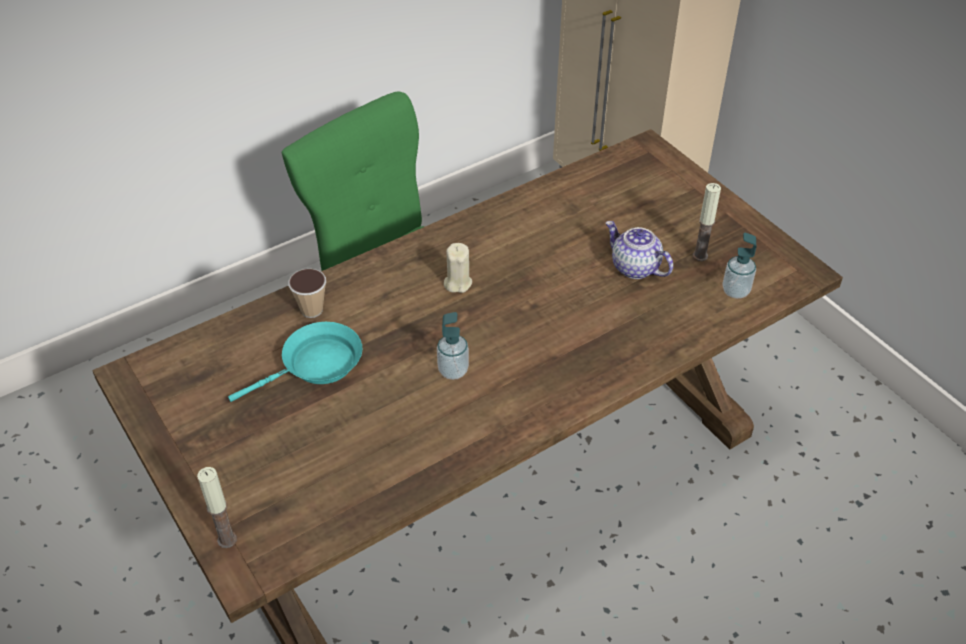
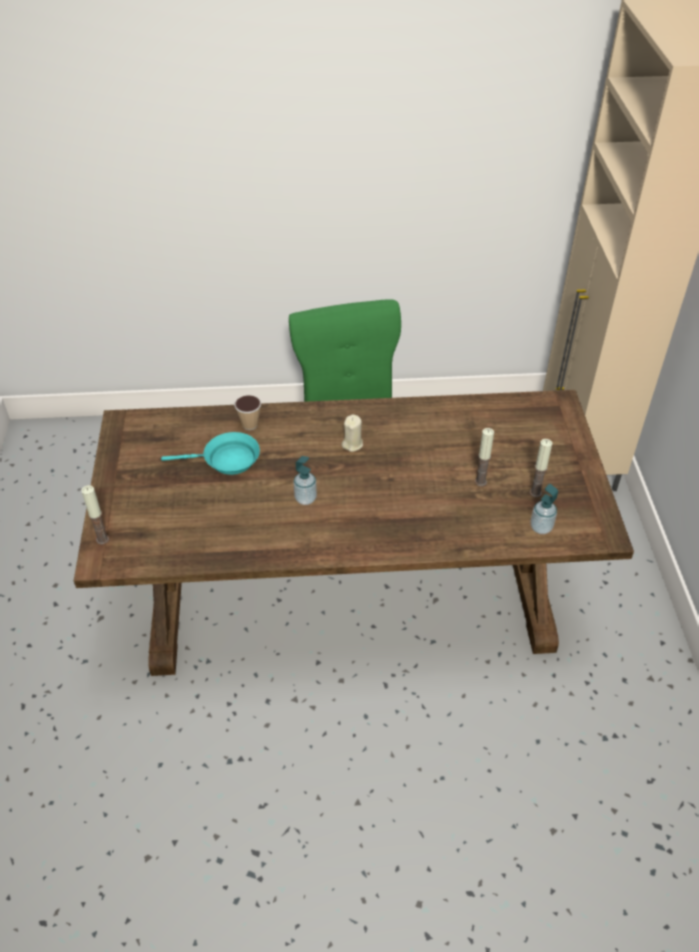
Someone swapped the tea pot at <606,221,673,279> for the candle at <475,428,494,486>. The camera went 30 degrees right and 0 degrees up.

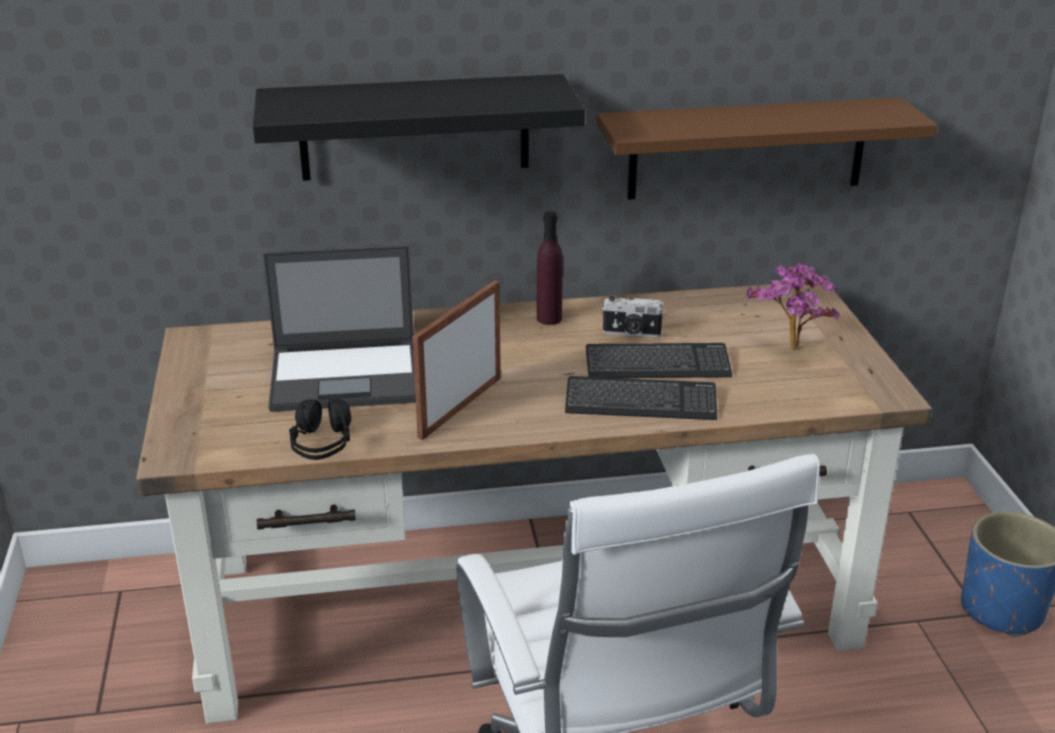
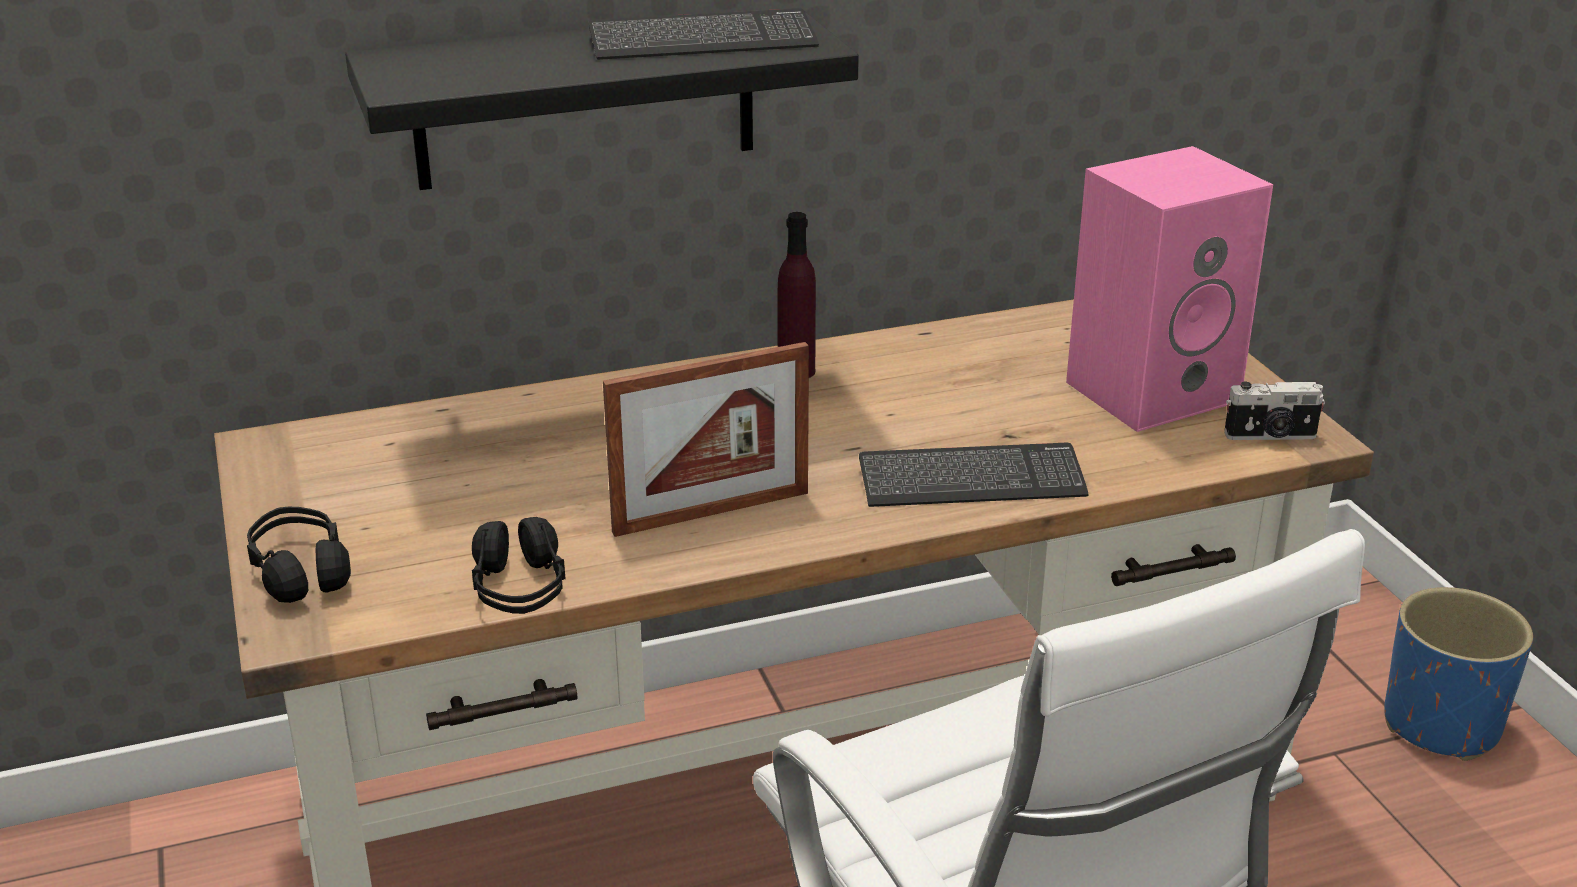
Someone took away the brown shelf at <597,98,938,200>. Someone took away the notebook computer at <263,245,416,412>. Someone swapped the houseplant at <746,263,839,350> for the pink-coloured speaker at <1066,146,1273,432>. Someone rotated the photo frame at <412,280,501,440> by 135 degrees counterclockwise. Someone carried the photo camera from <601,296,665,337> to <1224,381,1325,440>. Someone carried the keyboard from <586,343,732,378> to <588,8,819,60>. Someone put down the black pair of headphones at <247,507,351,603>. The camera went 10 degrees left and 0 degrees up.

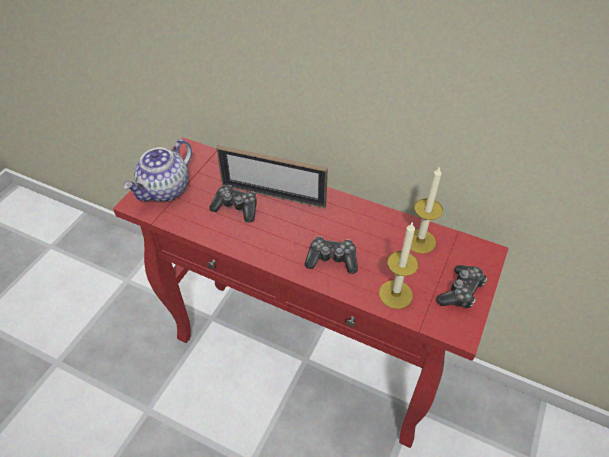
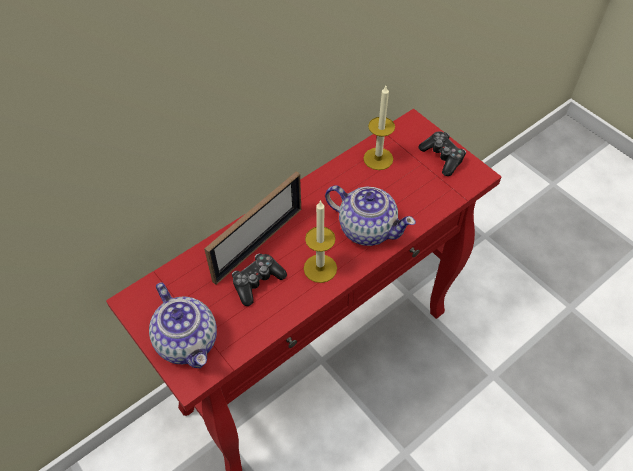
Someone carried the candle from <379,221,418,309> to <304,200,337,283>. Someone swapped the game controller at <305,236,358,274> for the tea pot at <325,185,416,246>. The camera went 65 degrees left and 5 degrees up.

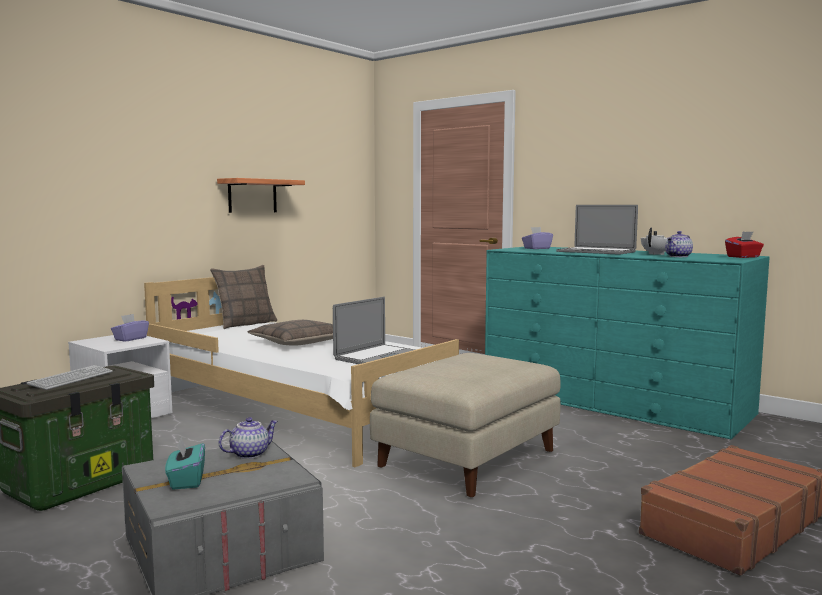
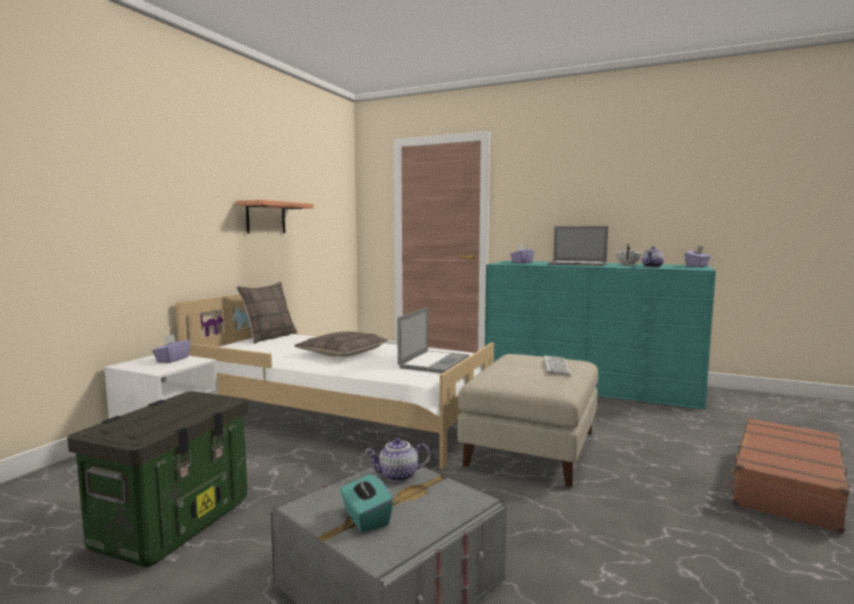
Someone repainted the red tissue box at <725,232,764,258>, which became the purple tissue box at <685,247,711,267>. Someone carried the keyboard from <27,365,113,390> to <544,356,571,376>. Someone rotated the tea pot at <219,417,278,459> by 135 degrees counterclockwise. The camera went 15 degrees left and 0 degrees up.

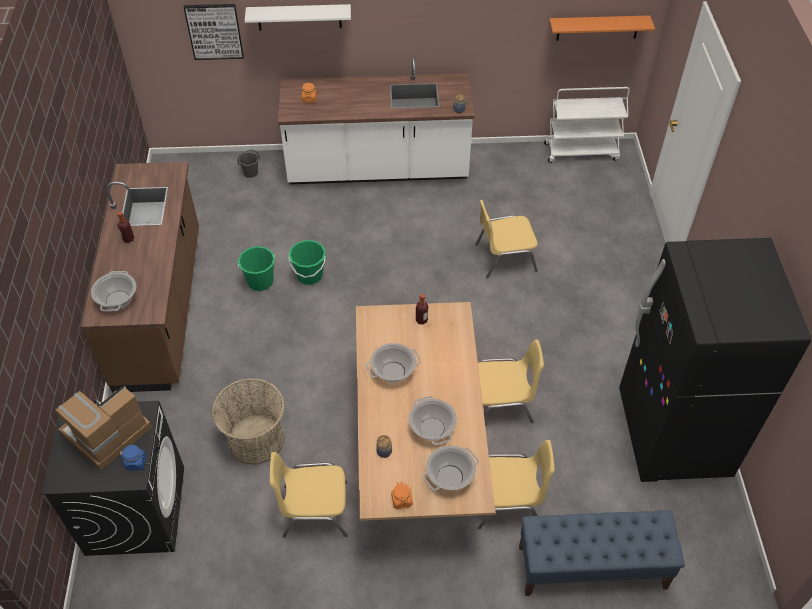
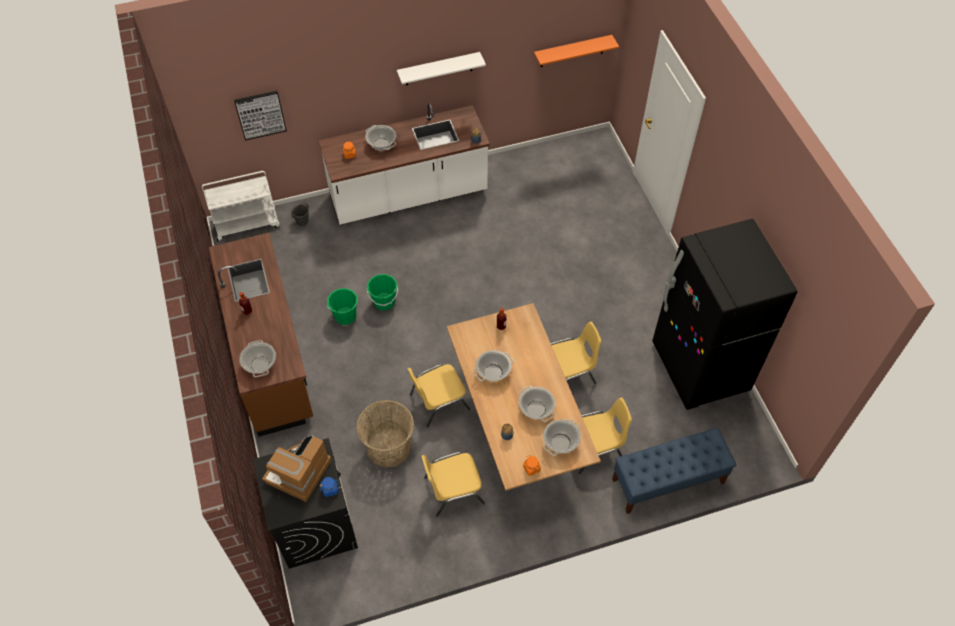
Someone carried the white shelf from <245,4,351,31> to <397,52,486,86>. Someone carried the white cart from <544,87,630,163> to <202,171,280,242>. Someone carried the yellow-coloured chair from <475,200,538,278> to <408,364,470,427>. Someone put down the saucepot at <365,125,396,151>. The camera went 15 degrees left and 5 degrees up.

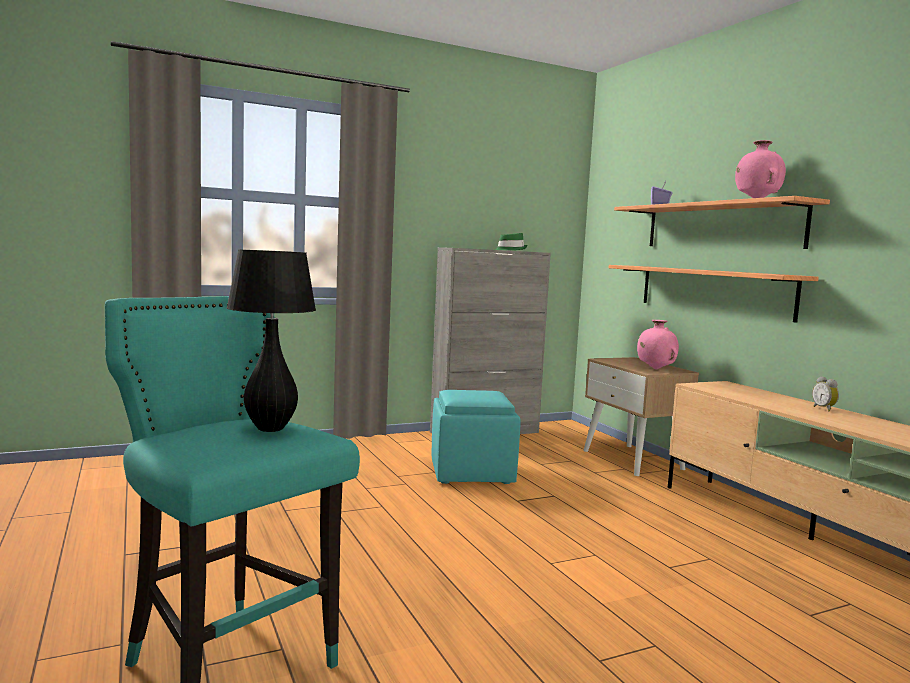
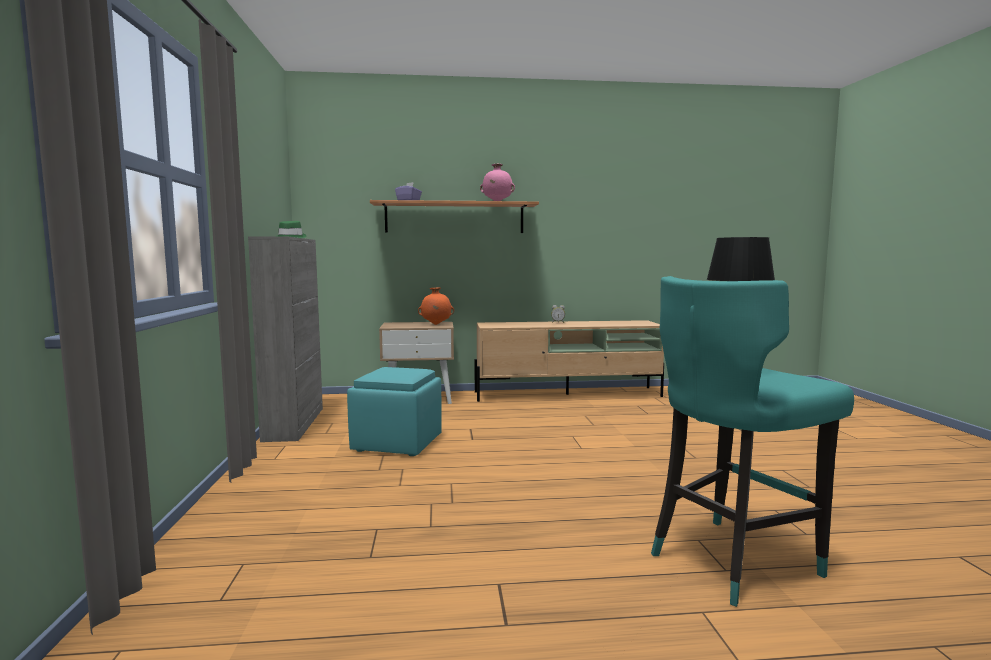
Someone took away the shelf at <609,265,819,323>. Someone repainted the pink-coloured flower vase at <637,320,679,370>, which became the orangey flower vase at <418,288,454,325>. The camera went 70 degrees left and 0 degrees up.

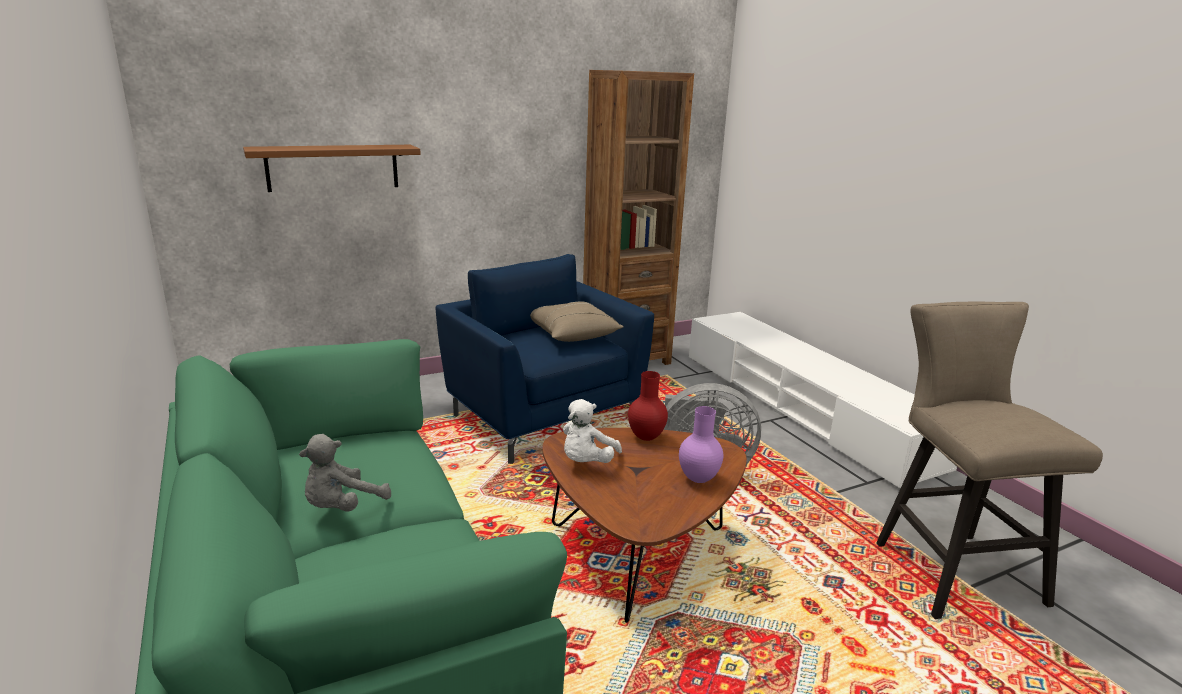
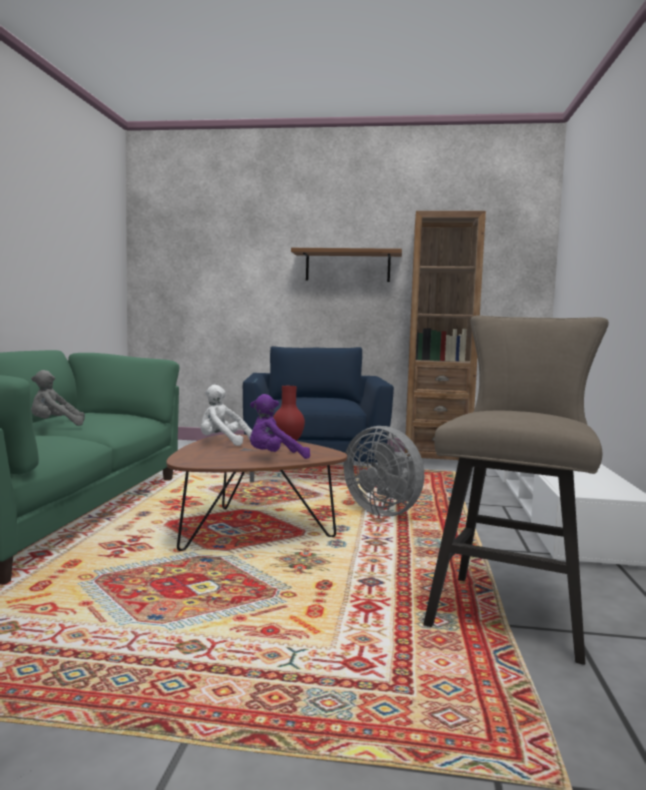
Someone carried the brown shelf from <243,145,421,192> to <291,248,402,282>. Someone took away the beige-coloured cushion at <530,301,624,342>. Someone rotated the white plush toy at <563,399,622,463> by 45 degrees clockwise. Someone swapped the purple flower vase at <679,406,723,483> for the purple plush toy at <250,394,310,459>. The camera went 35 degrees right and 15 degrees down.

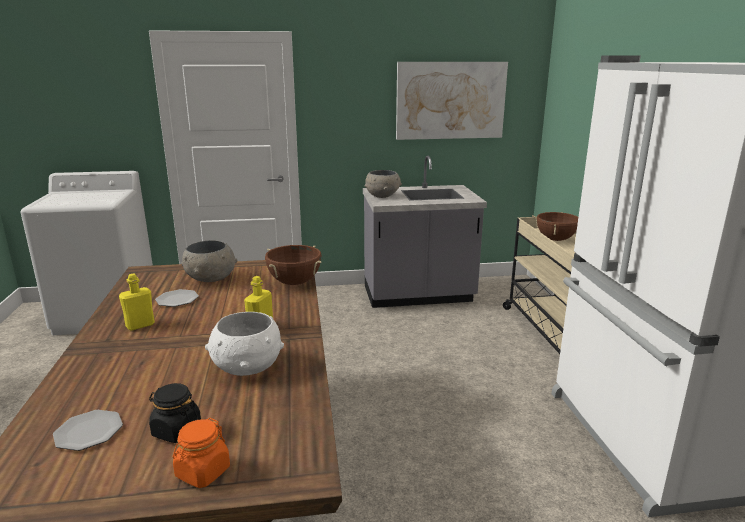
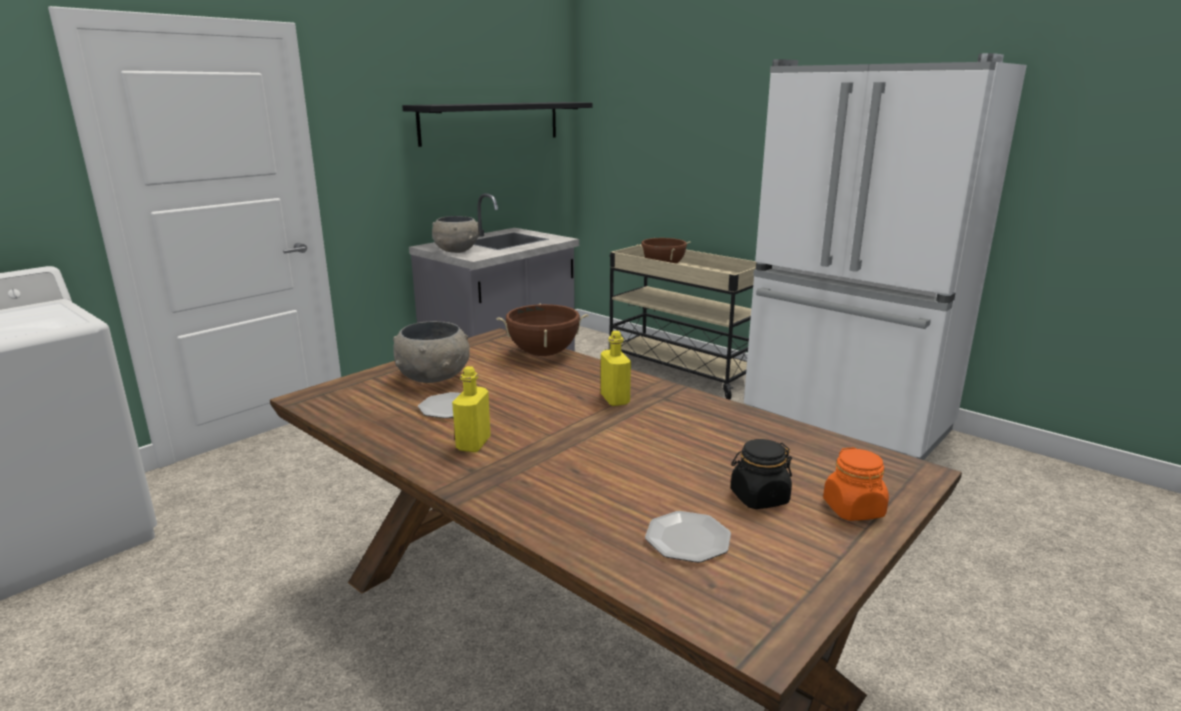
Someone swapped the wall picture at <396,62,508,140> for the black shelf at <402,102,593,147>. Someone took away the white bowl at <205,312,284,376>. The camera went 40 degrees left and 0 degrees up.

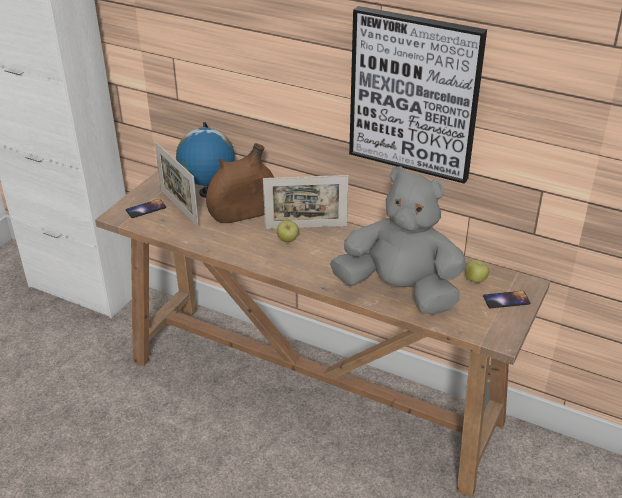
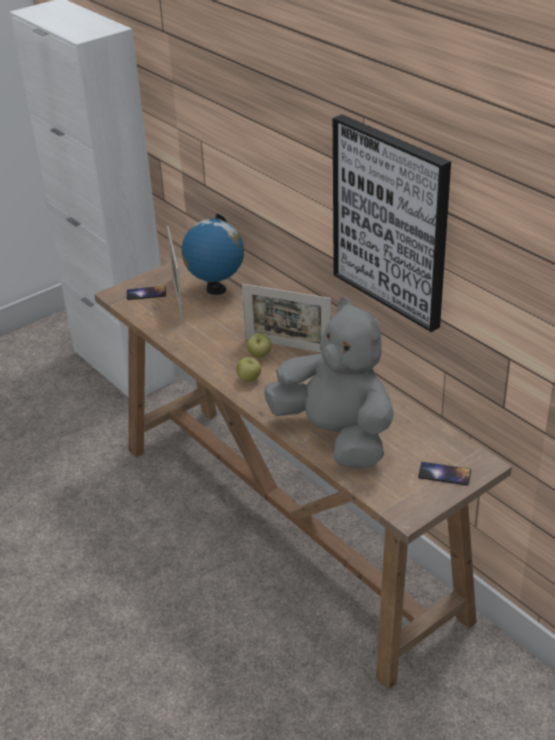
Someone took away the brown flower vase at <206,143,274,223>. Someone carried the whole apple from <465,260,489,283> to <236,357,261,382>. The camera went 25 degrees right and 0 degrees up.

